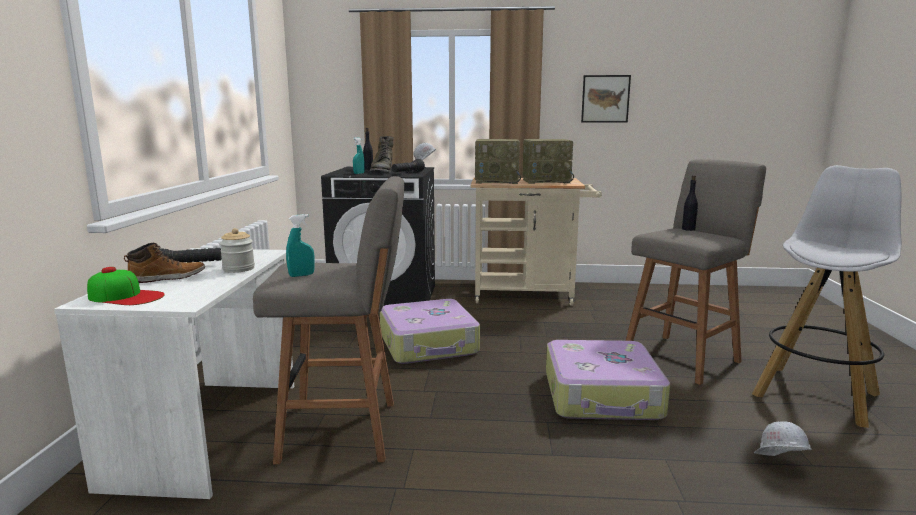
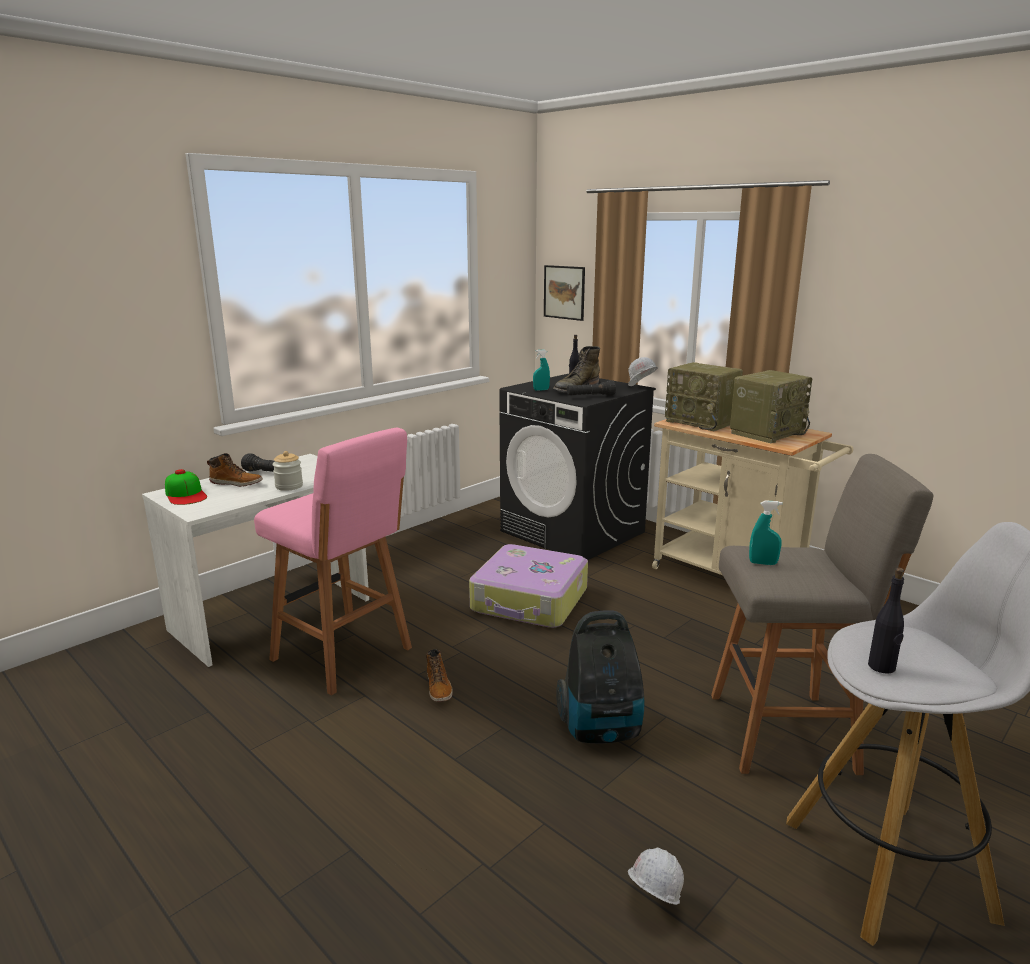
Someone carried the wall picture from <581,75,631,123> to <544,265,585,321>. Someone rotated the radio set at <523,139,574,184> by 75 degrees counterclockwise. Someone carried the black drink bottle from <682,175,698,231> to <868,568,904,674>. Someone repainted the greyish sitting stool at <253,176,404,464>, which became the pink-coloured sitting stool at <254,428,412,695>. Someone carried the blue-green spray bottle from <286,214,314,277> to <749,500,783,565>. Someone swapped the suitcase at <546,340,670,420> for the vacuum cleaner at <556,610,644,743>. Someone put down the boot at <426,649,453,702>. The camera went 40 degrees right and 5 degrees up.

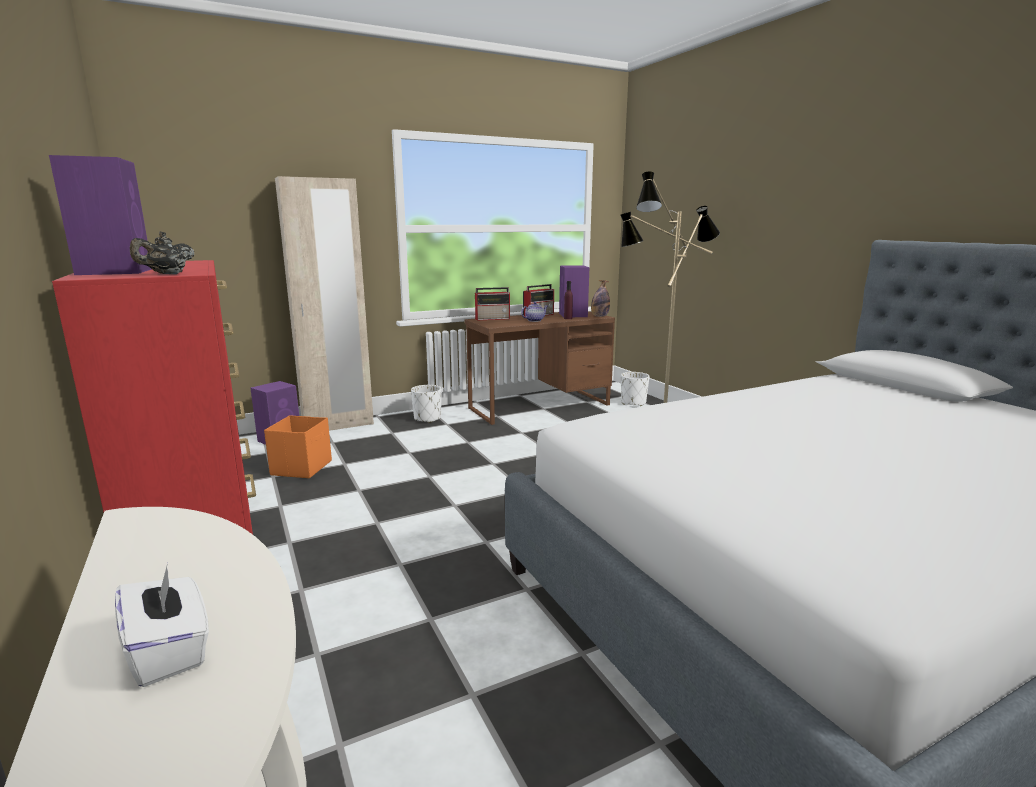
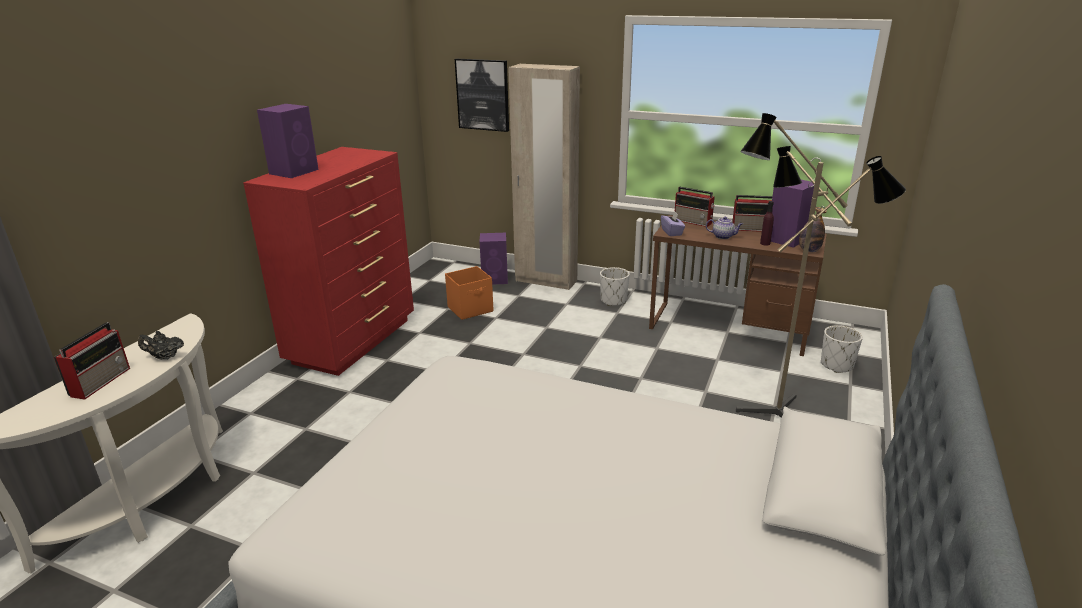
Someone carried the black tea pot from <130,232,195,274> to <138,331,184,360>. Someone swapped the white tissue box at <115,563,209,687> for the radio set at <54,322,130,400>. Someone put up the wall picture at <455,59,509,132>. Someone put down the purple tissue box at <661,211,685,236>. The camera went 50 degrees right and 10 degrees up.

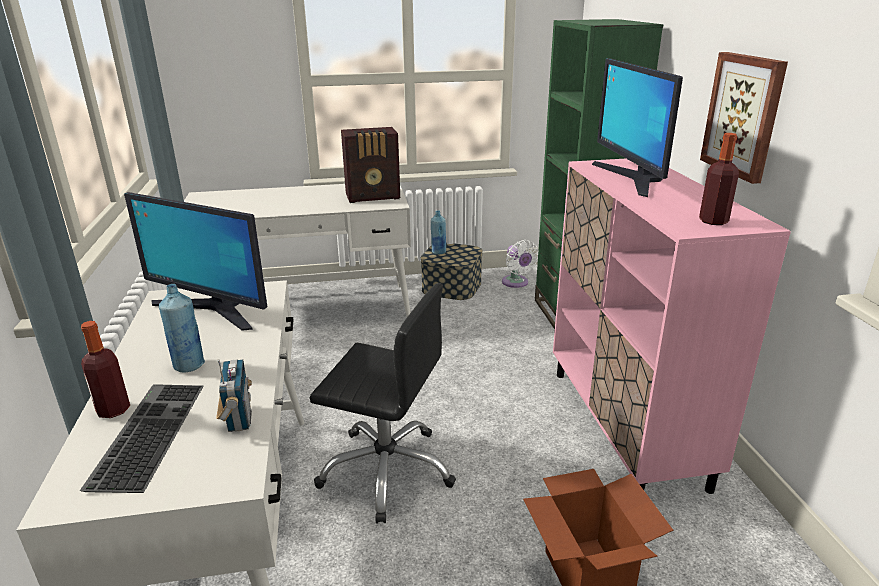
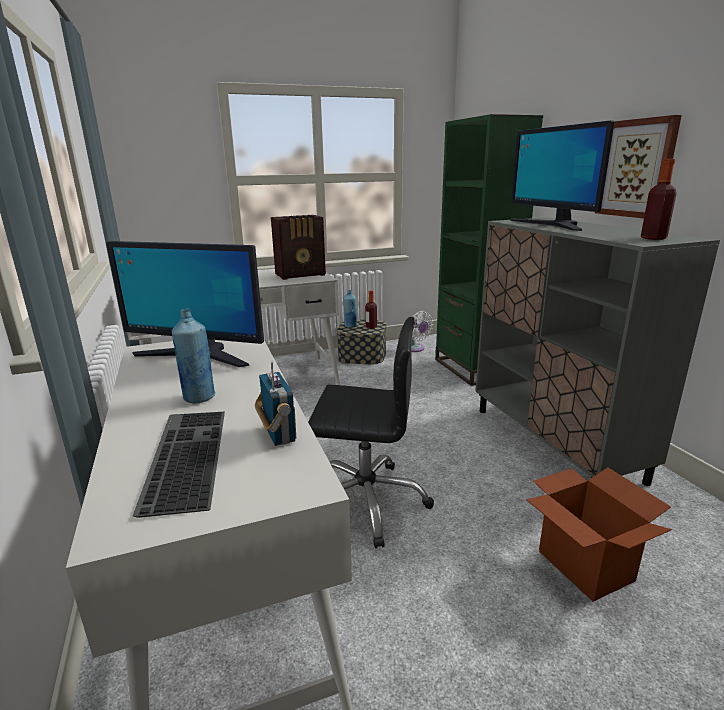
Someone repainted the pink-coloured cupboard at <553,159,791,494>, which became the greyish cupboard at <475,218,720,486>. Someone carried the drink bottle from <81,321,130,418> to <365,290,377,329>. The camera went 10 degrees left and 5 degrees down.

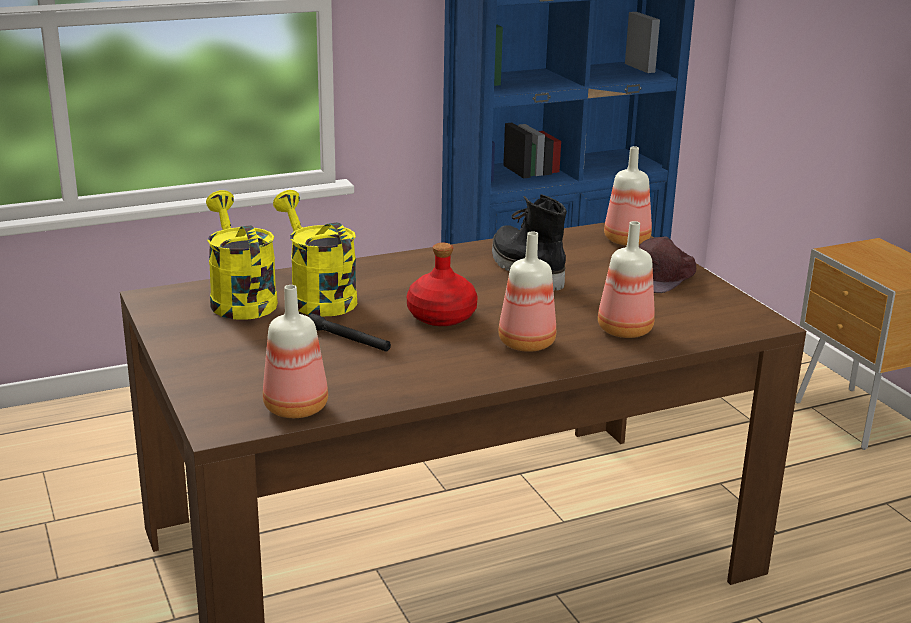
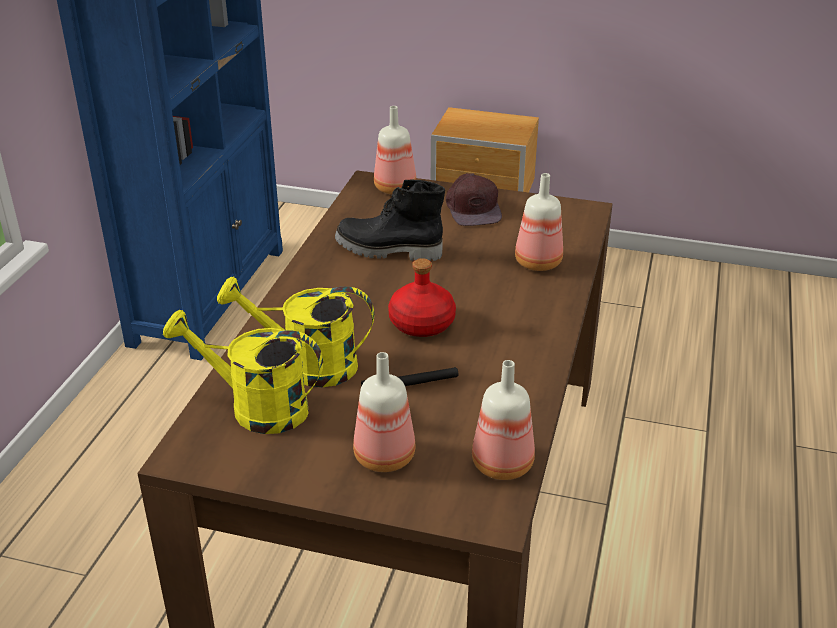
Someone carried the drink bottle from <498,231,556,352> to <353,352,416,472>. The camera went 50 degrees left and 10 degrees up.

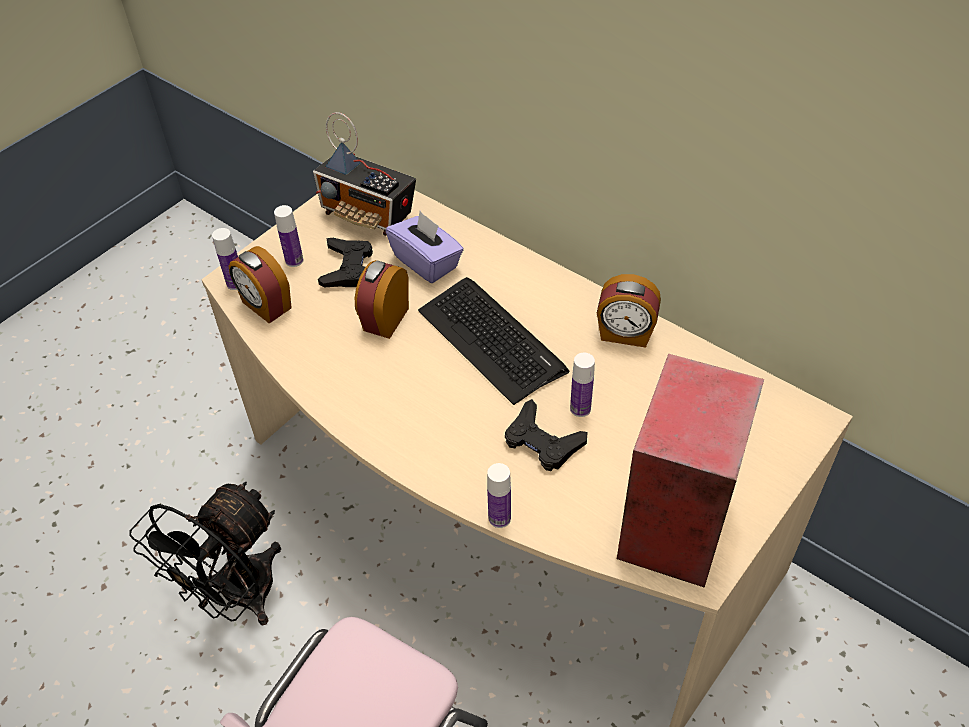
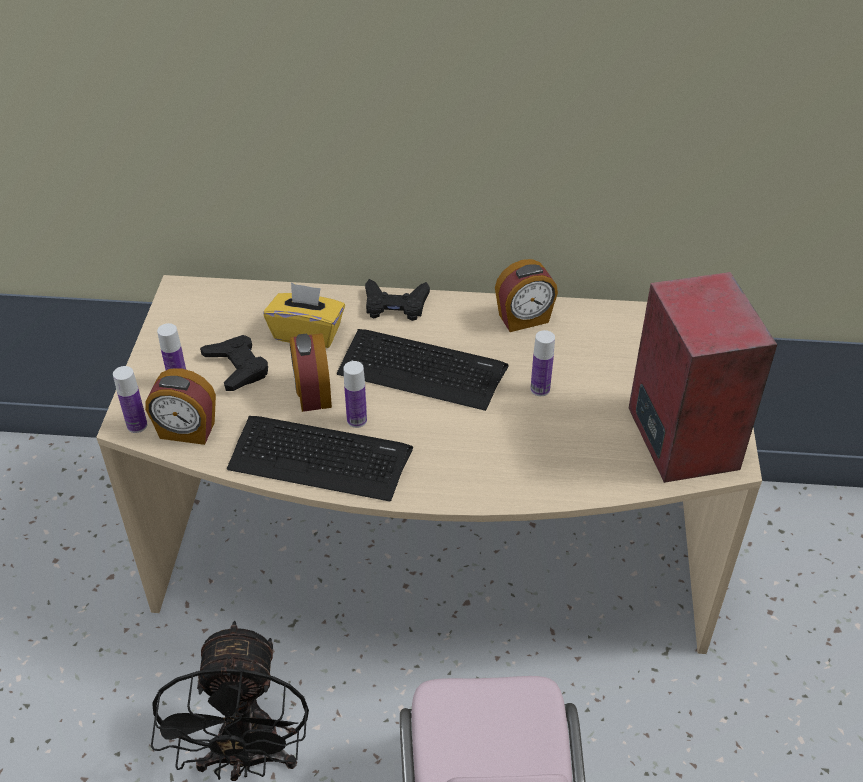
Someone took away the radio set at <313,112,416,236>. Someone repainted the purple tissue box at <386,211,464,283>, which became the yellow-coloured tissue box at <263,283,345,348>. Someone carried the black game controller from <505,399,588,471> to <365,279,430,321>. Someone carried the drink bottle from <487,463,511,528> to <343,361,367,428>. Someone put down the keyboard at <227,416,413,502>. The camera went 35 degrees left and 5 degrees down.

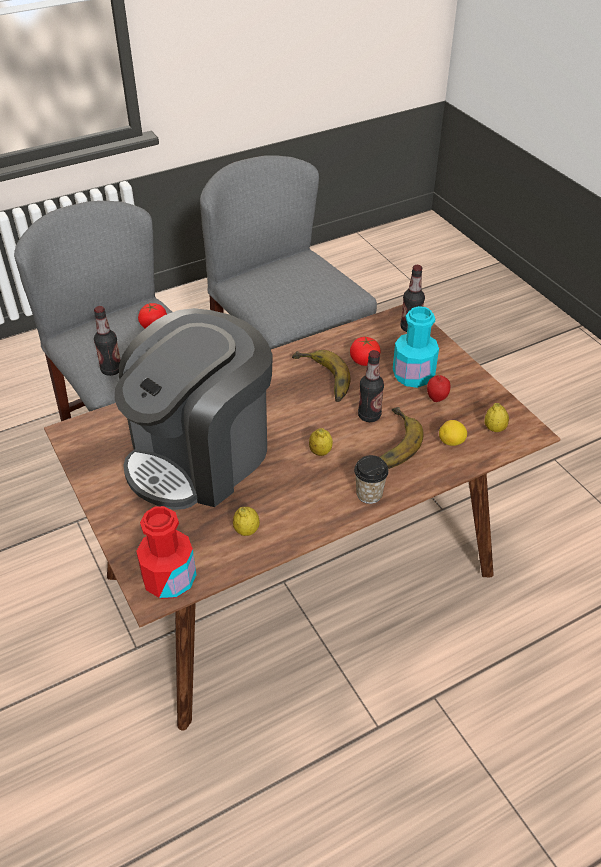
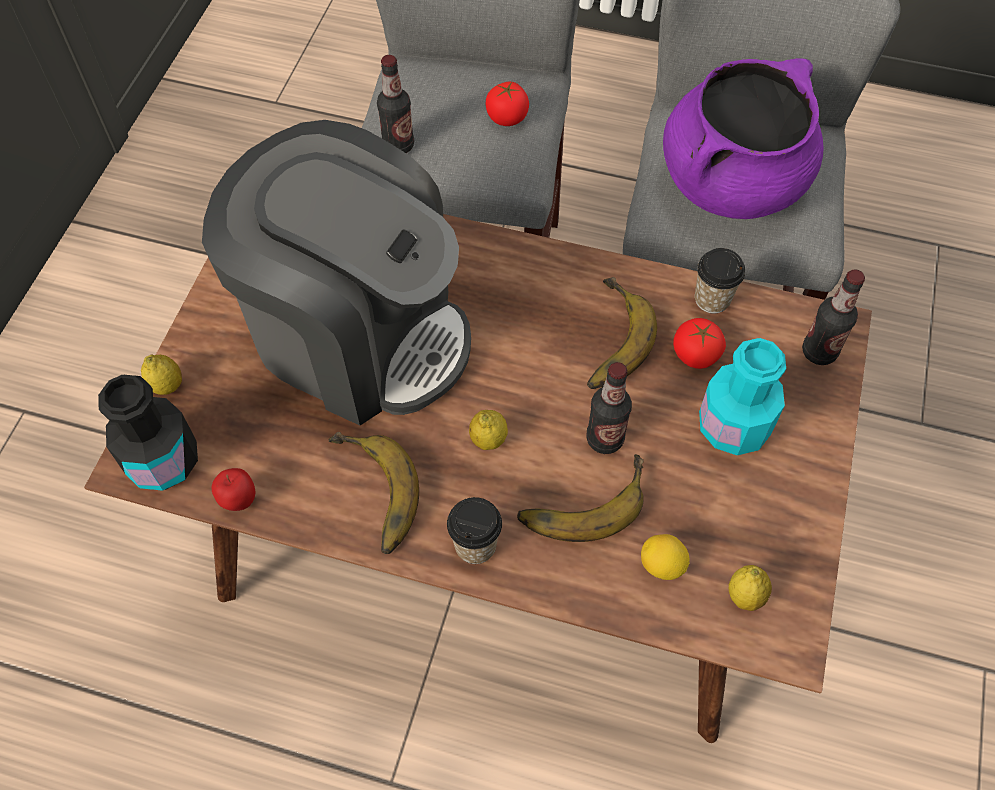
Someone rotated the coffee machine at <115,308,273,510> by 150 degrees counterclockwise. Someone carried the whole apple from <427,375,450,402> to <212,468,255,511>. Someone repainted the red drink bottle at <136,506,196,599>, which became the black drink bottle at <98,375,198,491>. Someone carried the whole lemon from <233,507,260,536> to <141,354,182,395>. Someone put down the purple saucepot at <663,58,824,219>. Someone put down the drinking cup at <695,248,745,314>. Someone put down the banana fruit at <329,432,419,554>. The camera went 45 degrees right and 15 degrees up.

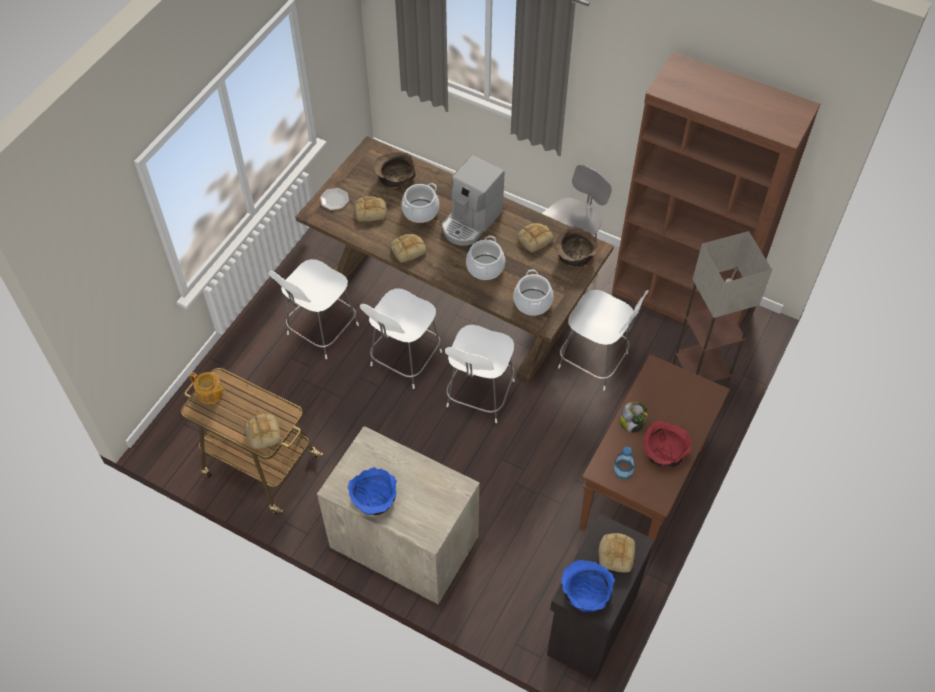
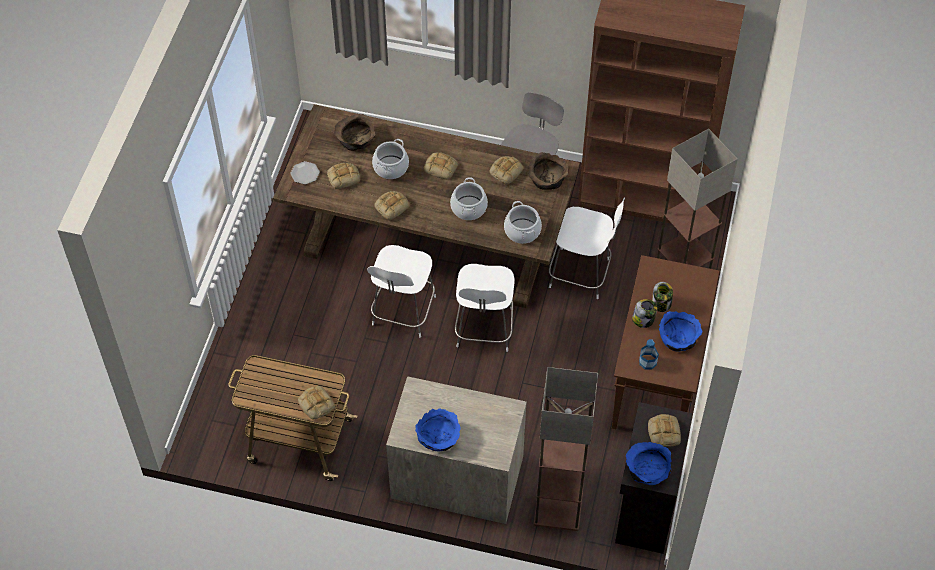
Someone swapped the coffee machine at <442,155,504,246> for the bakery bread at <424,152,458,180>. Someone took away the white chair at <268,259,359,359>. Someone took away the tea pot at <189,372,225,404>. Someone repainted the red bowl at <643,421,691,468>, which became the blue-coloured bowl at <659,311,703,351>. Someone put down the storage jar at <652,282,673,312>. Someone put down the standing lamp at <534,367,598,531>. The camera went 15 degrees left and 0 degrees up.

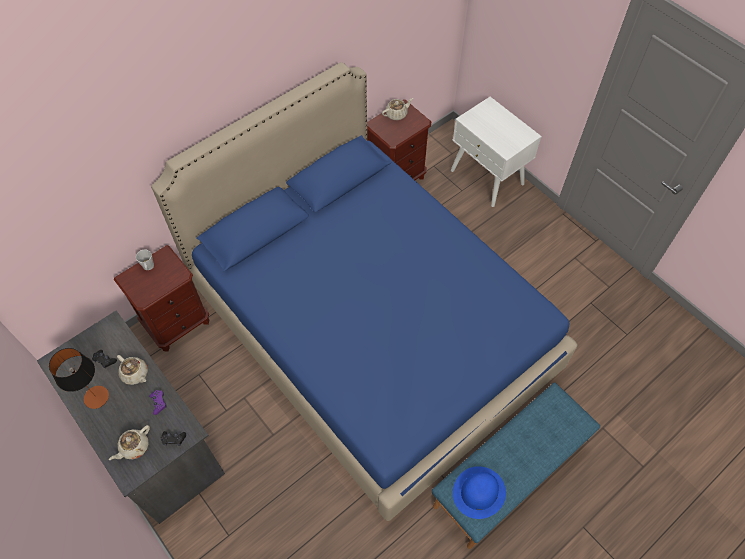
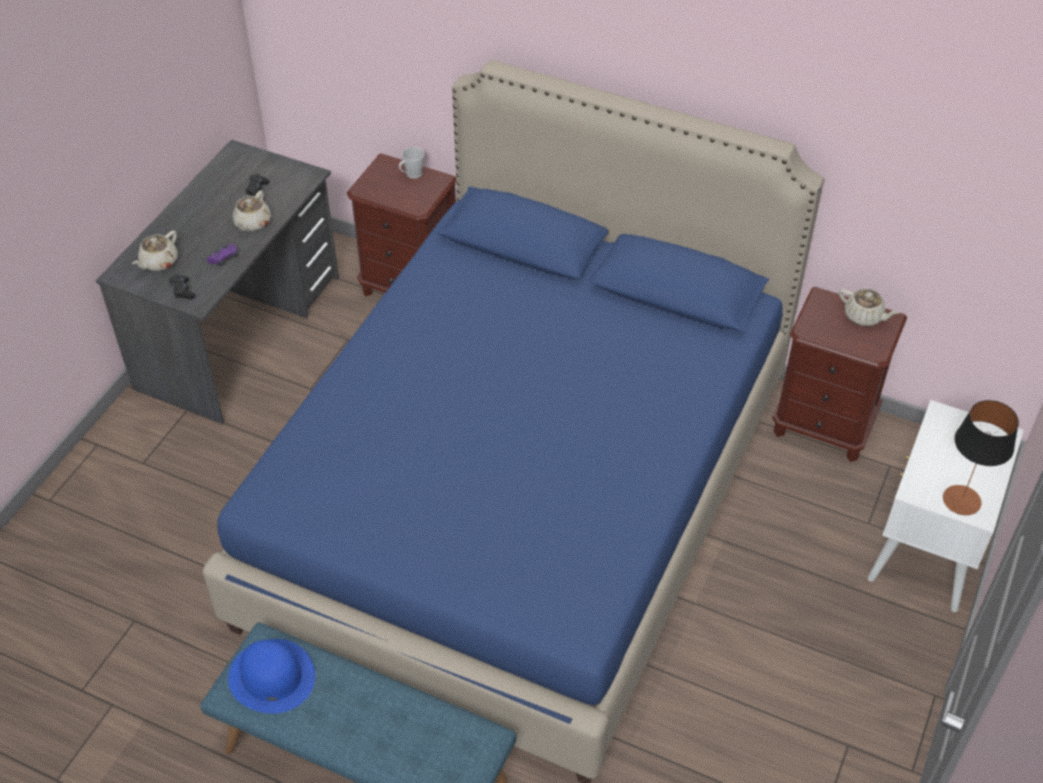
Someone carried the tabletop lamp from <49,348,109,409> to <943,400,1019,515>. Someone rotated the beige-coloured tea pot at <109,425,150,460> by 75 degrees counterclockwise. The camera went 65 degrees right and 10 degrees down.

